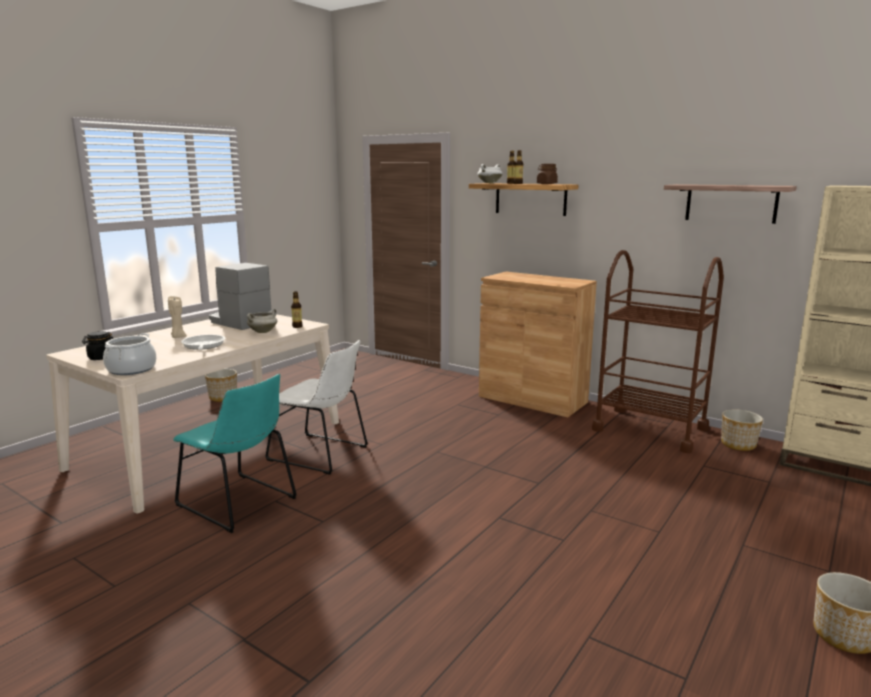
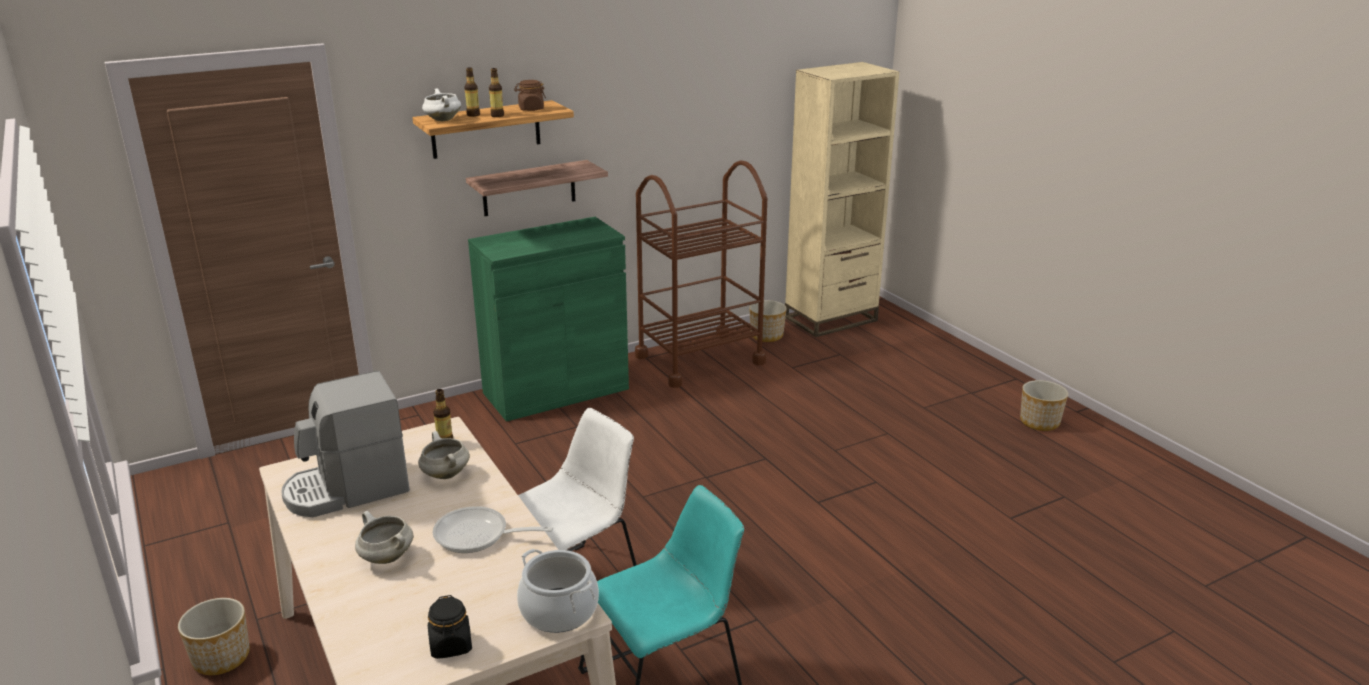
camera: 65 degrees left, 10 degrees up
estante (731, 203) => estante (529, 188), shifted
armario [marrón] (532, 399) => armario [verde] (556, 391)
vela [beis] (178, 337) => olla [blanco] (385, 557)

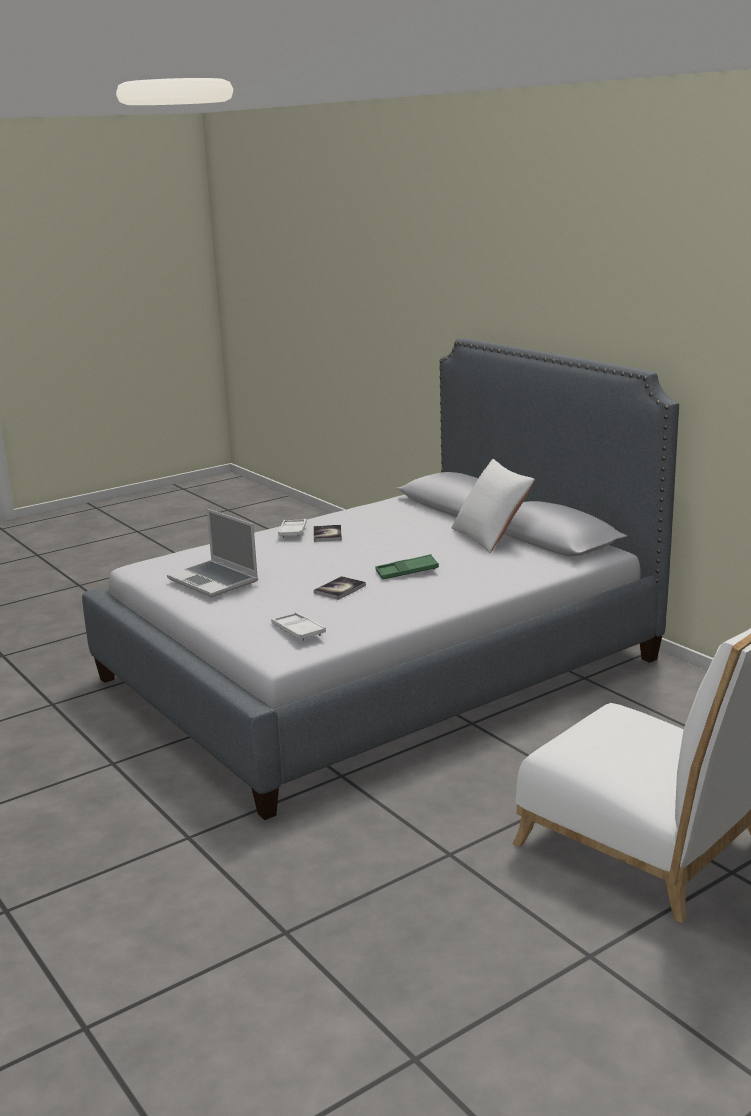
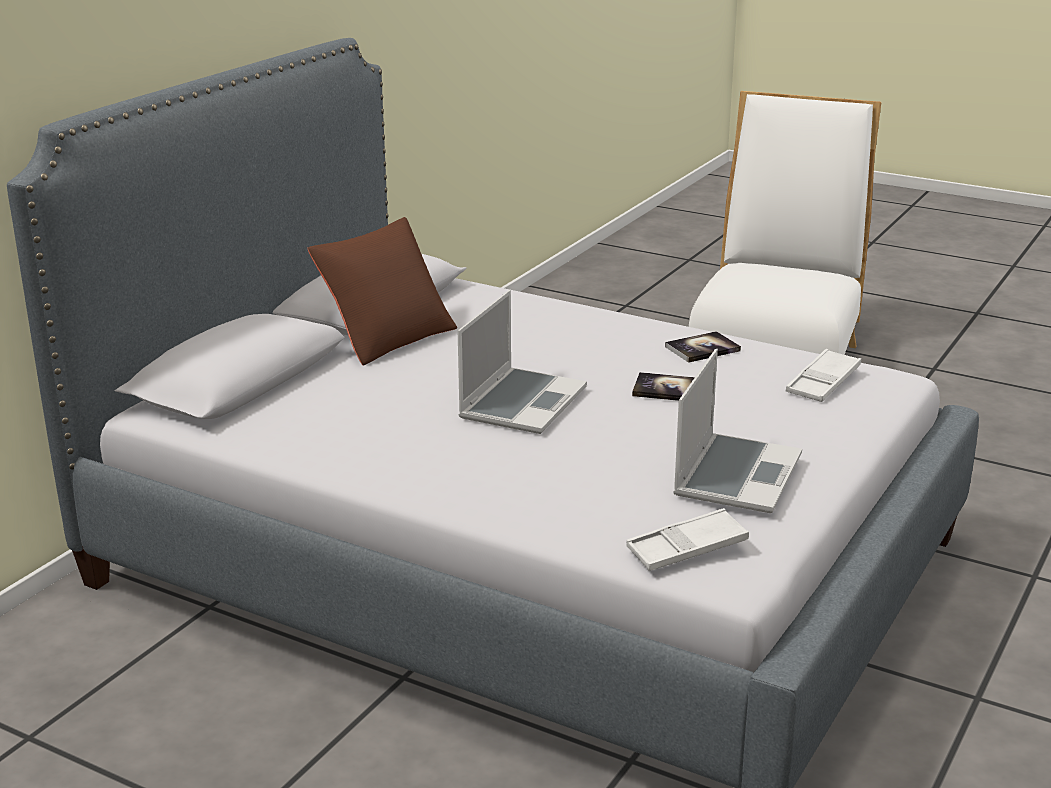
camera: 115 degrees left, 5 degrees up
cojín [blanco] (491, 536) => cojín [marrón] (386, 337)
bandeja [blanco] (292, 532) => bandeja [blanco] (687, 548), shifted
libro (327, 534) => libro (702, 349), shifted
bandeja [verde] (407, 572) => nothing
nothing => portátil (522, 403)

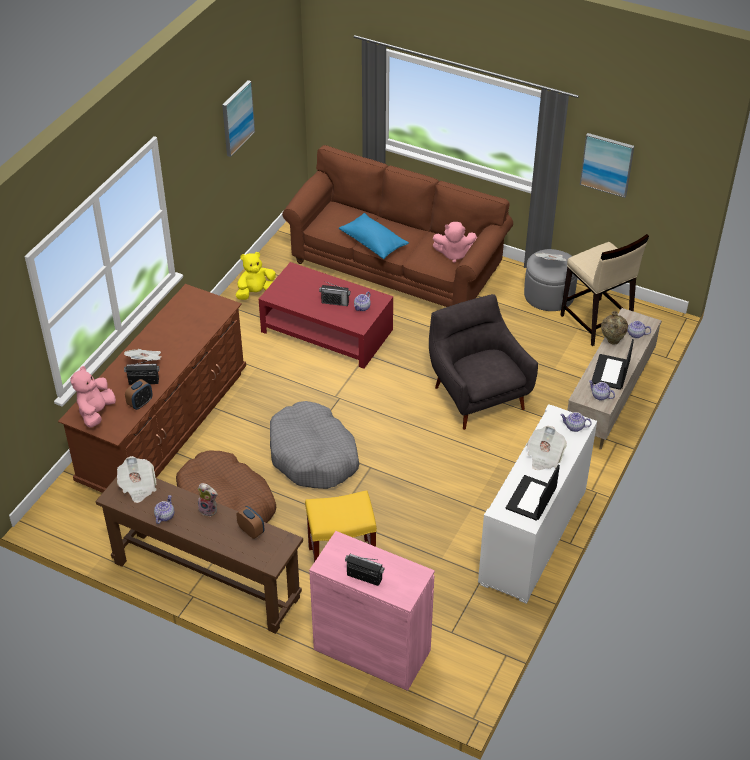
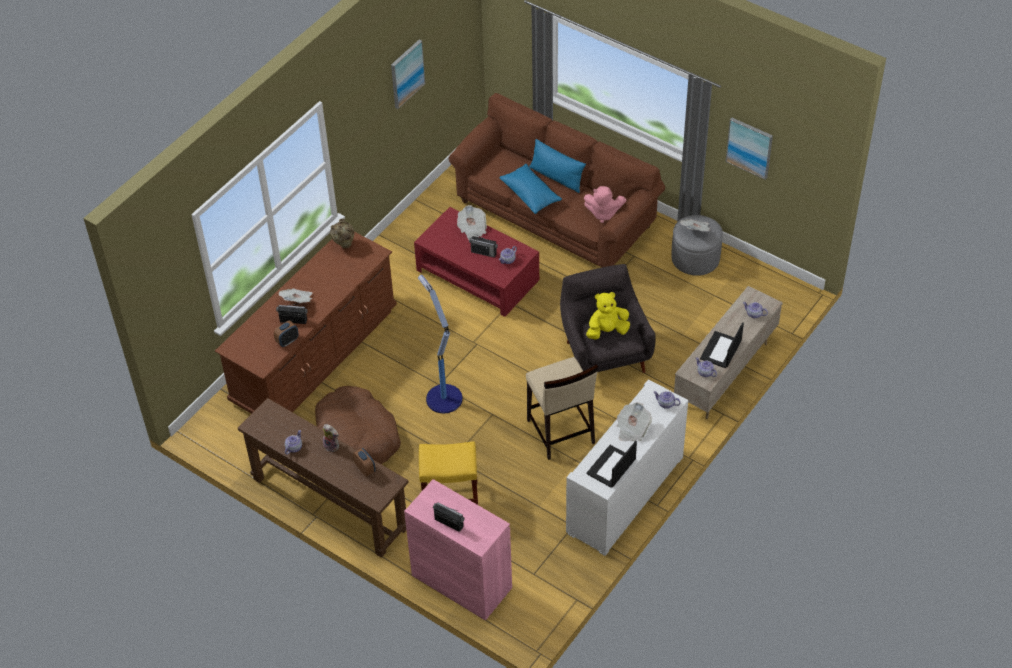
camera: 10 degrees right, 5 degrees up
taburete [beis] (596, 322) => taburete [beis] (560, 432), shifted
peluche [amarillo] (256, 293) => peluche [amarillo] (607, 331), shifted
florero [beis] (612, 341) => florero [beis] (344, 245), shifted
peluche [rosa] (96, 412) => nothing
cama para perro [gris] (313, 455) => lámpara de pie (443, 397)
periódico (138, 487) => periódico (472, 229), shifted
nothing => cojín [azul] (556, 177)

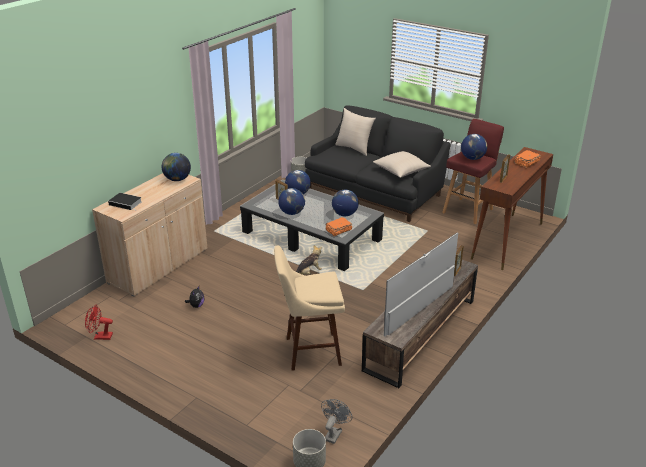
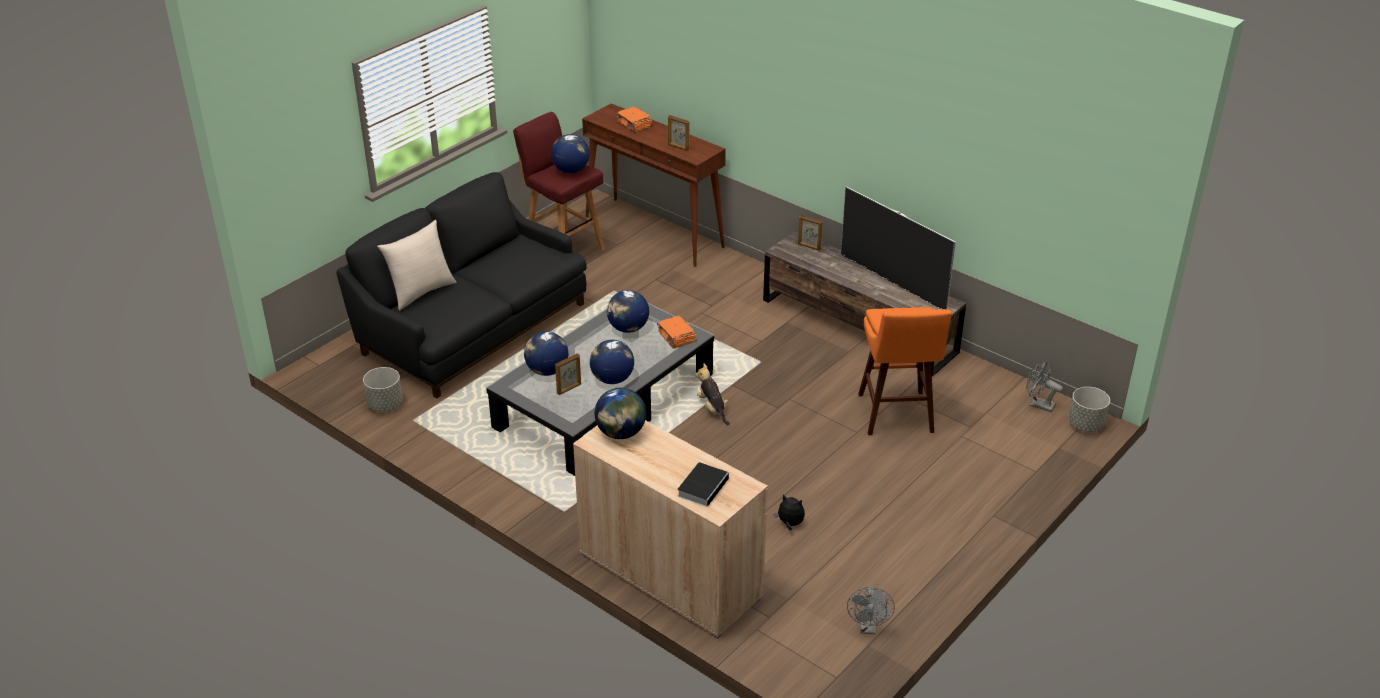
camera: 85 degrees left, 5 degrees up
cojín [beis] (401, 171) => nothing
taburete [beis] (309, 351) => taburete [naranja] (896, 416)
ventilador [rojo] (100, 337) => ventilador [gris] (868, 628)

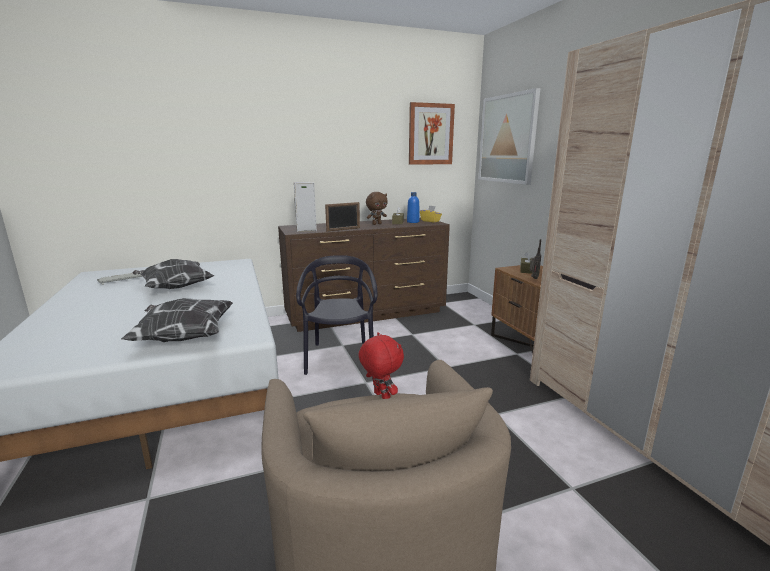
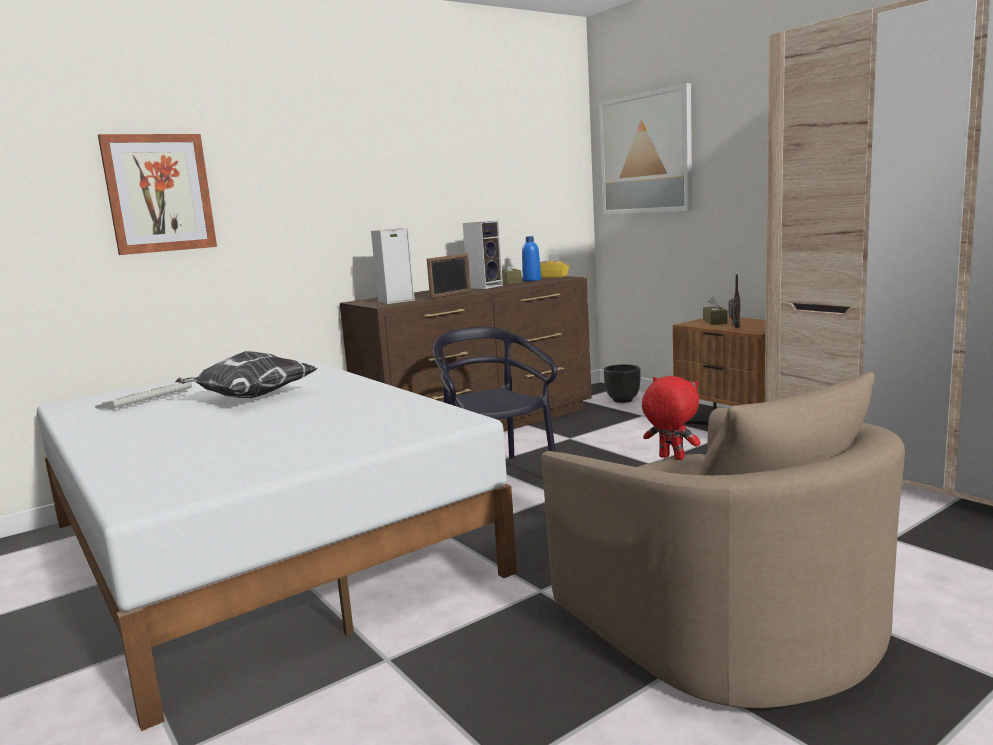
camera: 15 degrees left, 5 degrees down
cuadro (430, 134) => cuadro (159, 193), shifted
peluche [marrón] (376, 224) => altavoz (485, 286)
cojín (184, 337) => nothing
nothing => maceta [negro] (623, 400)

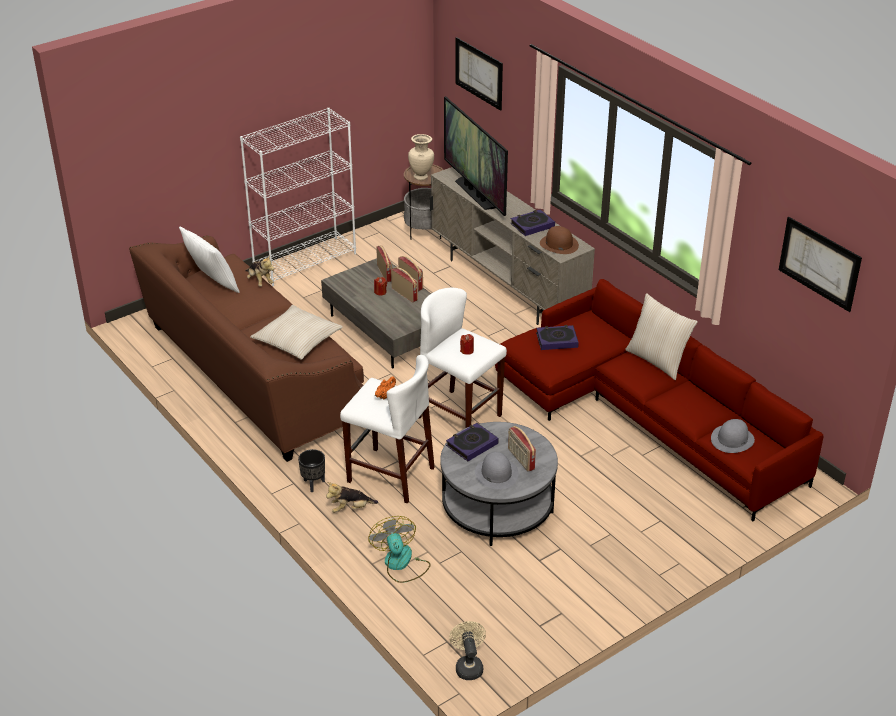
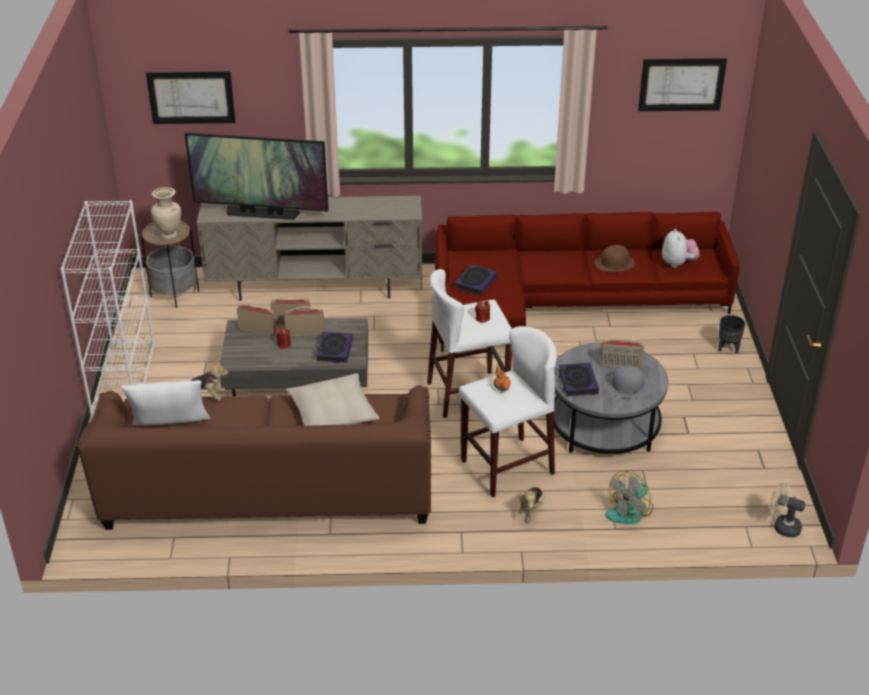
camera: 55 degrees left, 0 degrees up
libro (532, 225) => libro (334, 350), shifted
sombrero [marrón] (558, 244) => sombrero [marrón] (614, 263), shifted
cojín [beis] (657, 360) => nothing
sombrero [gris] (732, 439) => peluche (678, 263)
maceta [negro] (313, 484) => maceta [negro] (728, 349), shifted
ventilador (401, 564) => ventilador (630, 511), 60 degrees counterclockwise

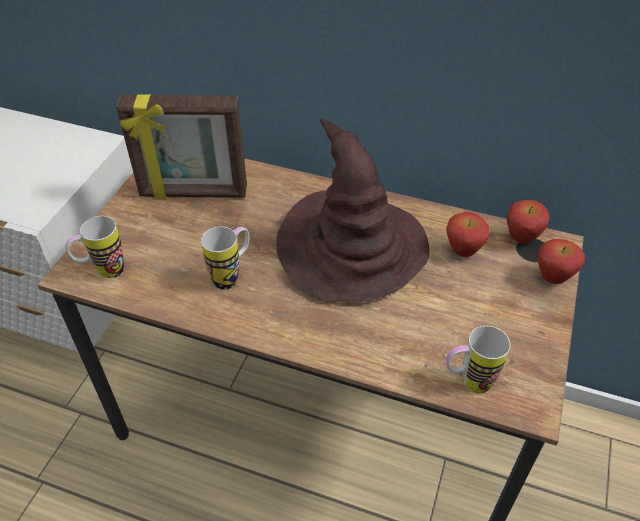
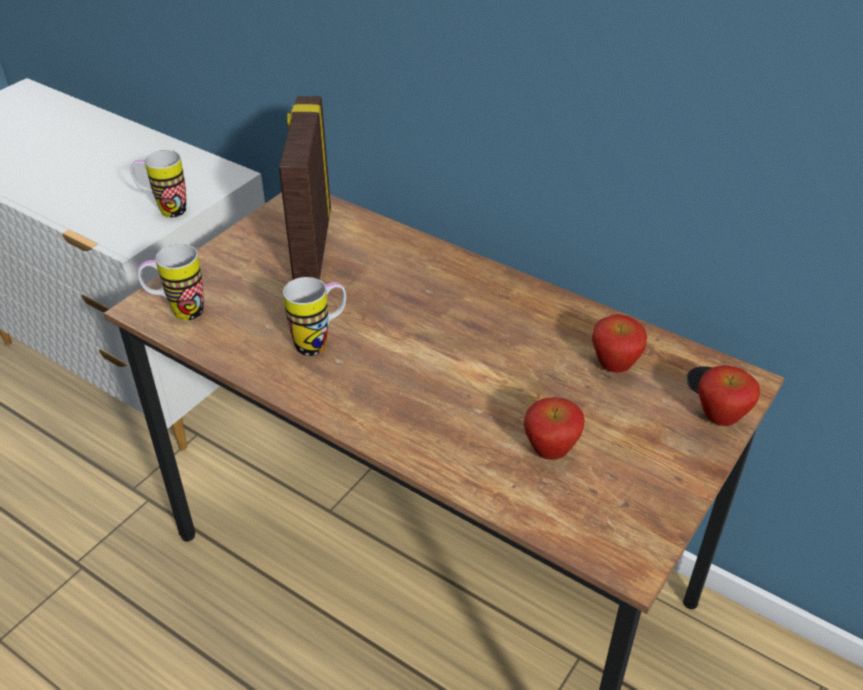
camera: 15 degrees right, 5 degrees down
portarretratos (193, 193) => portarretratos (311, 246), 75 degrees clockwise
sombrero [marrón] (351, 248) => nothing
manzana (521, 238) => manzana (550, 452), shifted
taza grande (467, 383) => taza grande (165, 210), shifted

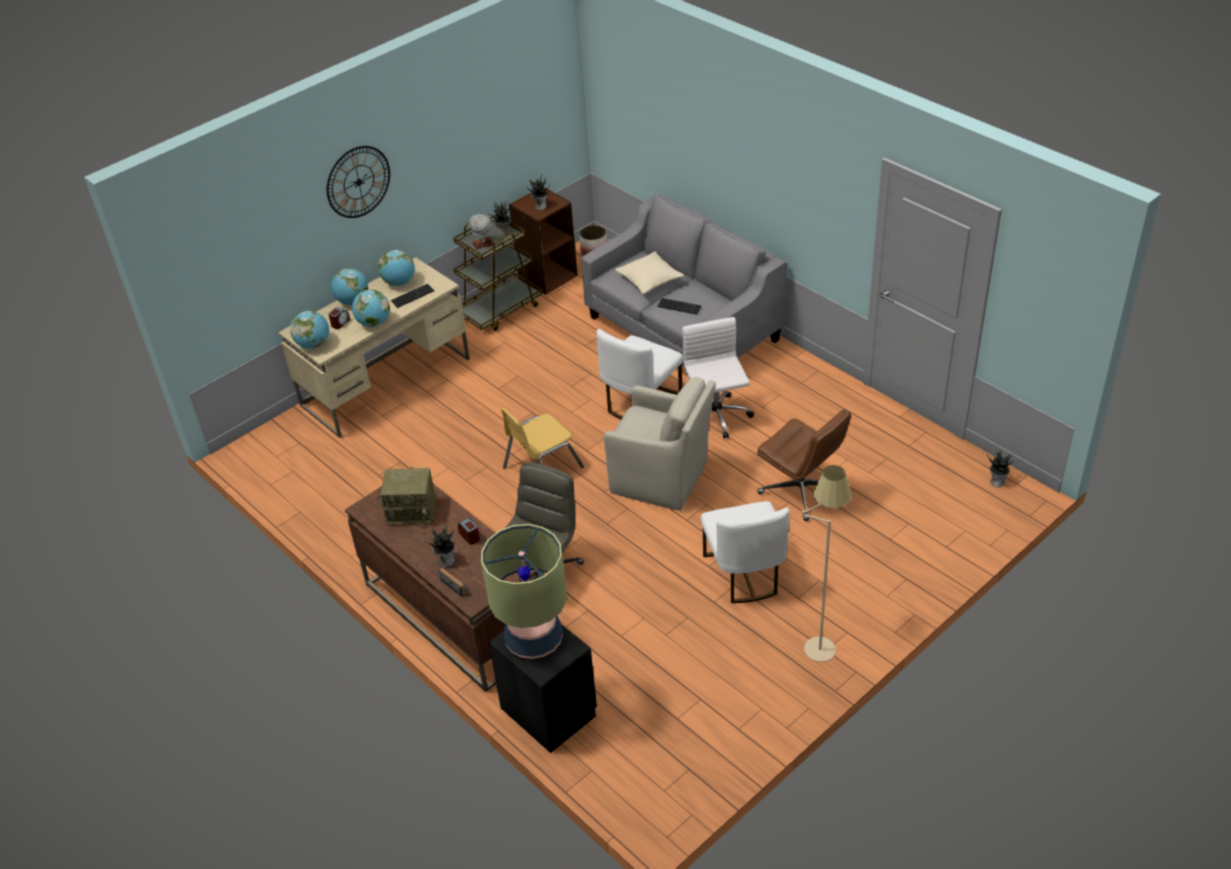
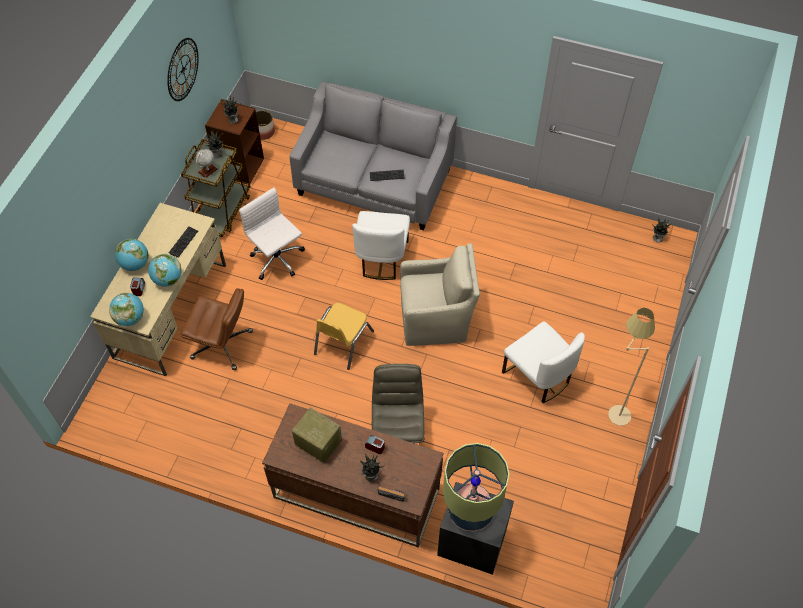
camera: 30 degrees left, 15 degrees up
reloj de pared (358, 182) => reloj de pared (183, 69), shifted
globo terráqueo (399, 282) => nothing
cojín [beis] (649, 280) => nothing
silla de oficina [blanco] (716, 418) => silla de oficina [blanco] (277, 260), shifted
silla de oficina [marrón] (802, 491) => silla de oficina [marrón] (223, 345), shifted
radio (413, 511) => radio (317, 443), 120 degrees counterclockwise

